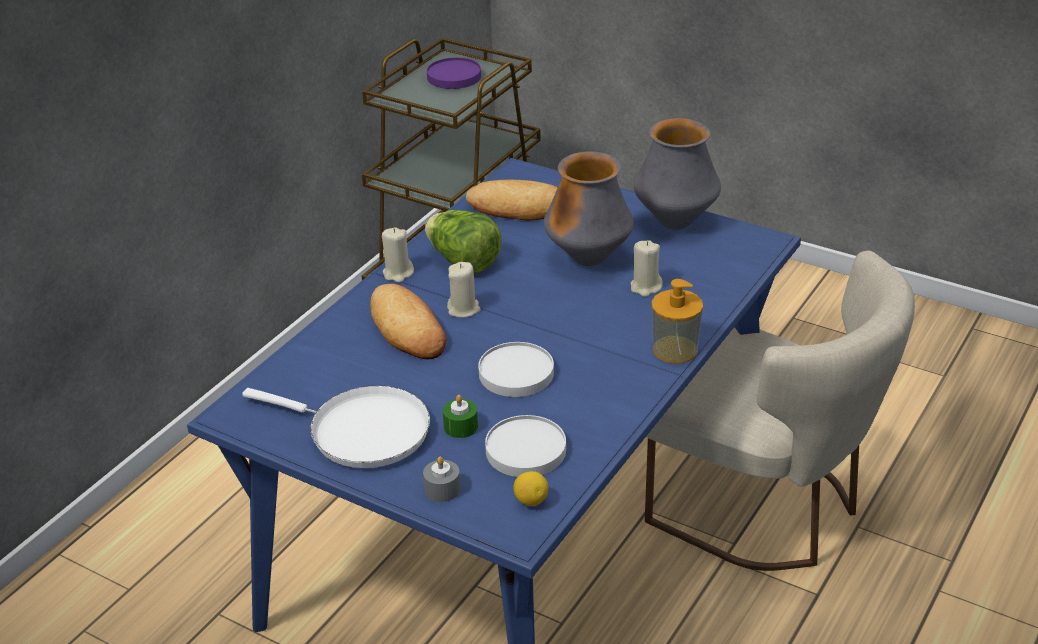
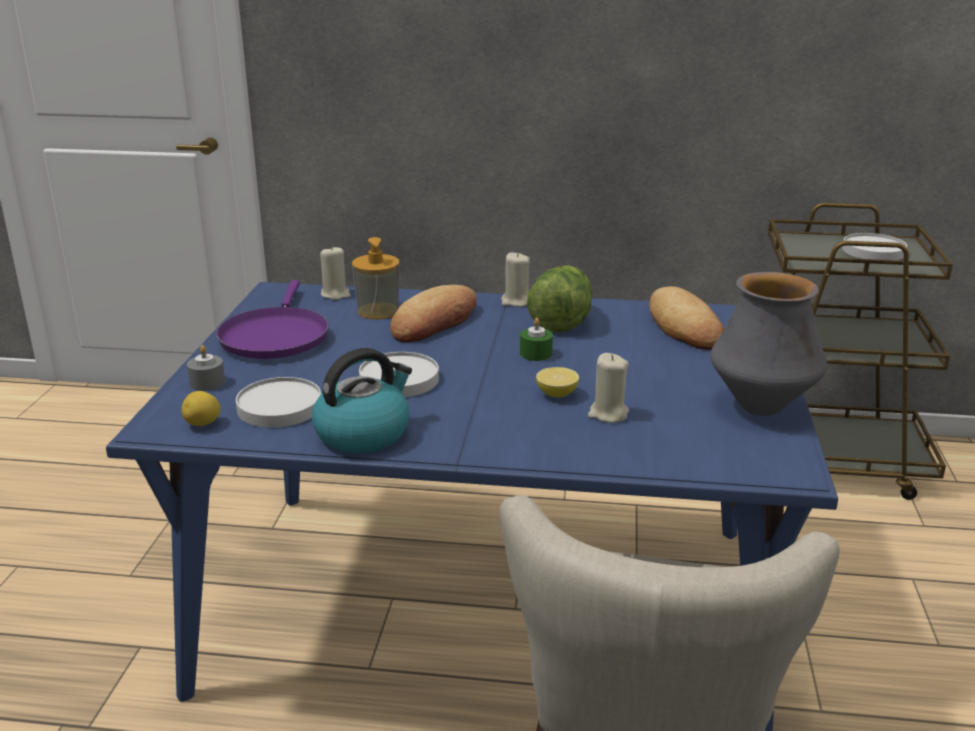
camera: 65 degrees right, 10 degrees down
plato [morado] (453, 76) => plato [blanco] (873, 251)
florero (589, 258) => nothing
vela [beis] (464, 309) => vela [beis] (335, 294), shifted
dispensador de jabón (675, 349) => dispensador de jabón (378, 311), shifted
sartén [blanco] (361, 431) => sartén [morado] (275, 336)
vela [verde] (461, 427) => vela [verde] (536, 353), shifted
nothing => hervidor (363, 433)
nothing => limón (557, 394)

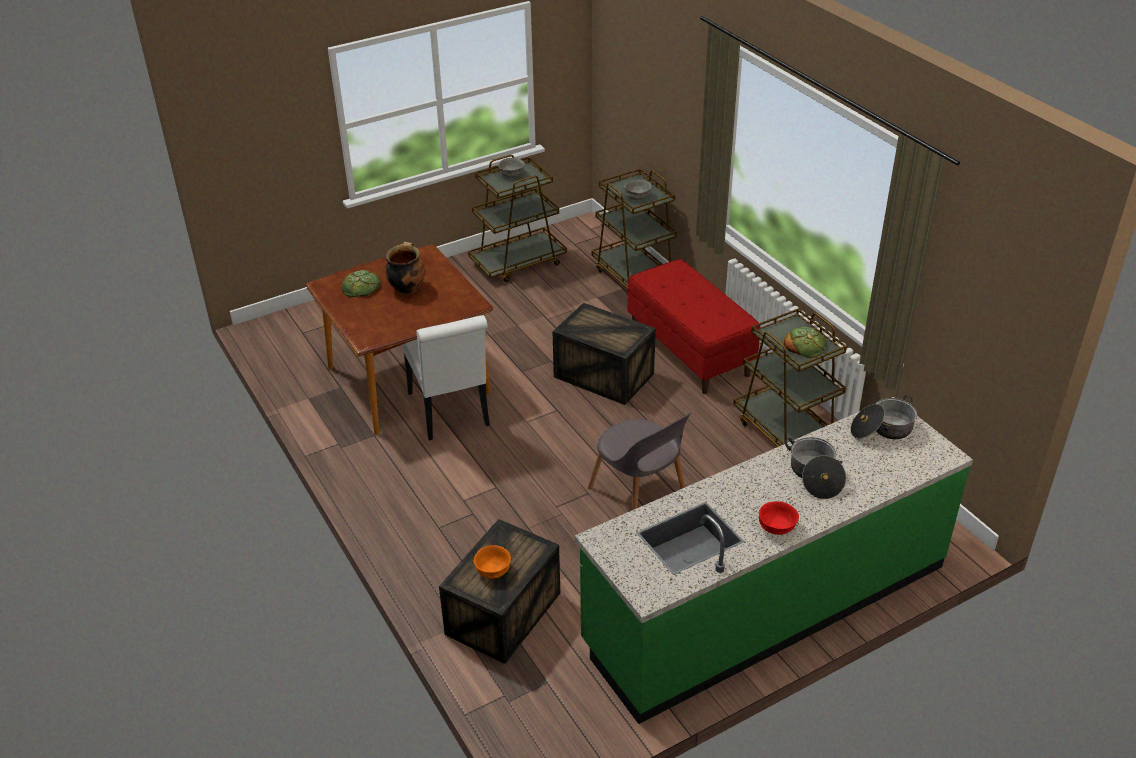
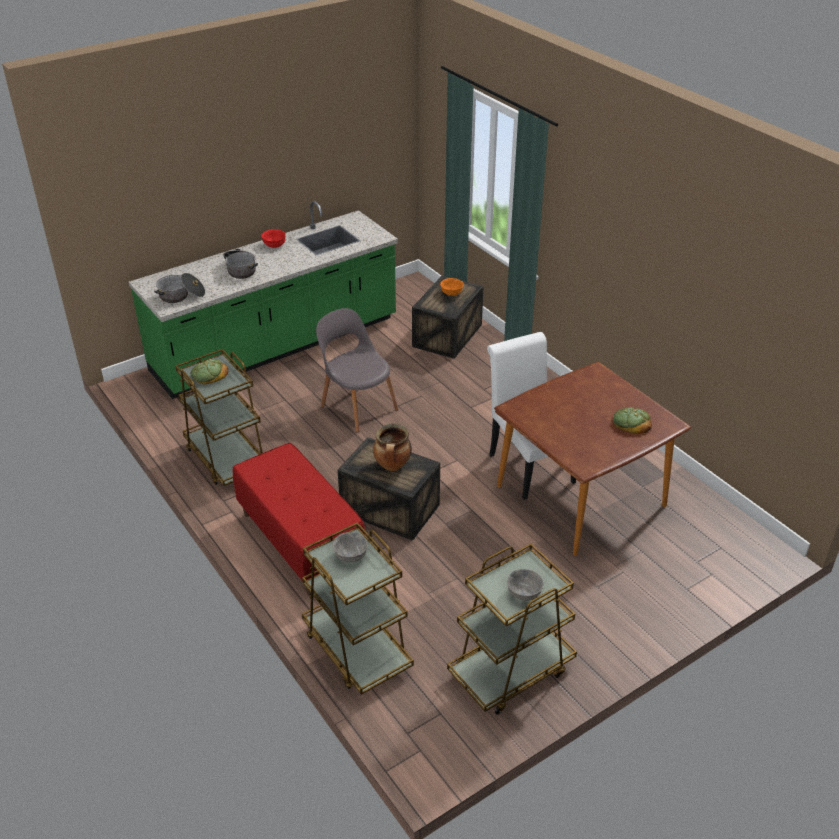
camera: 175 degrees right, 0 degrees up
olla (407, 288) => olla (392, 466), shifted

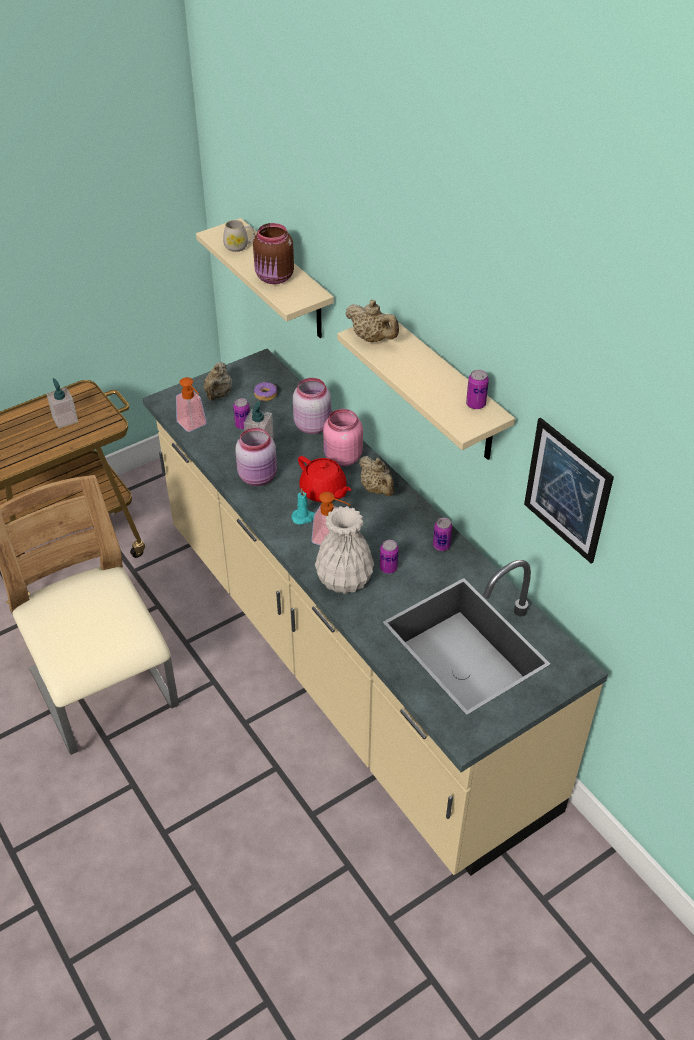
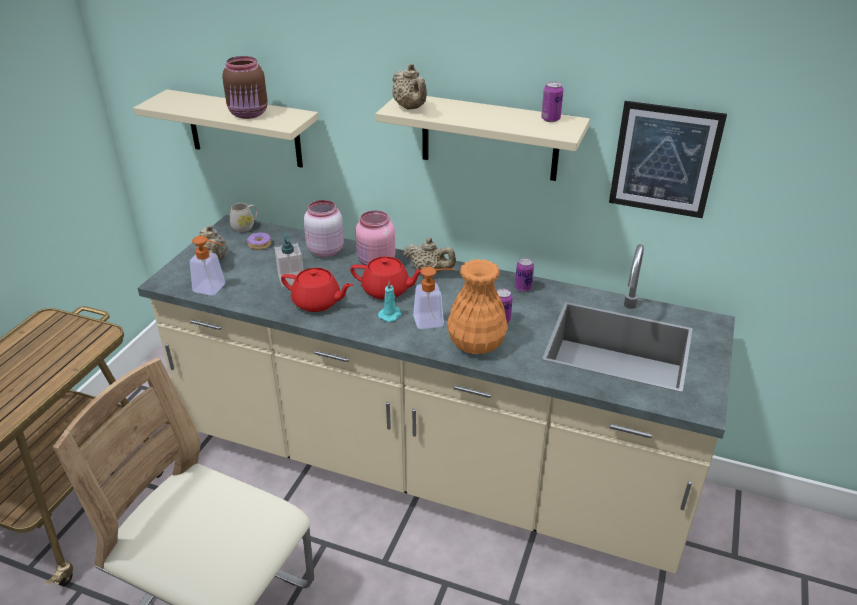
camera: 35 degrees left, 10 degrees down
taza grande [blanco] (239, 247) => taza grande [blanco] (245, 226), shifted
tetera [beis] (372, 339) => tetera [beis] (411, 108), 60 degrees clockwise
dispensador de jabón (65, 419) => nothing
lata (243, 425) => nothing
tarro [rosa] (259, 477) => tetera [rojo] (317, 302)
florero [blanco] (344, 579) => florero [naranja] (475, 343)

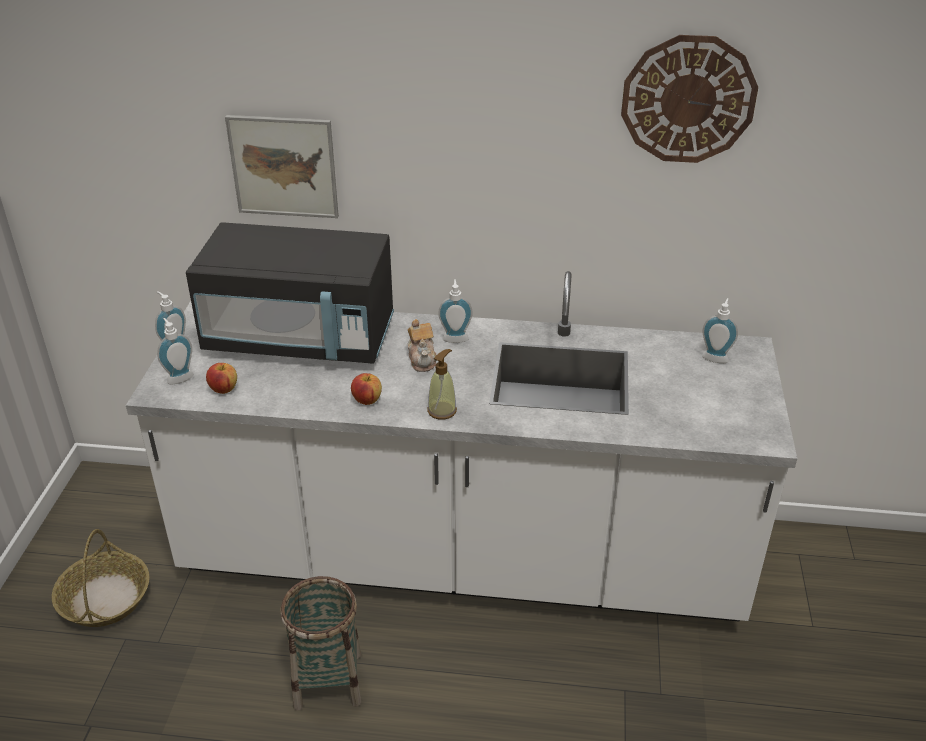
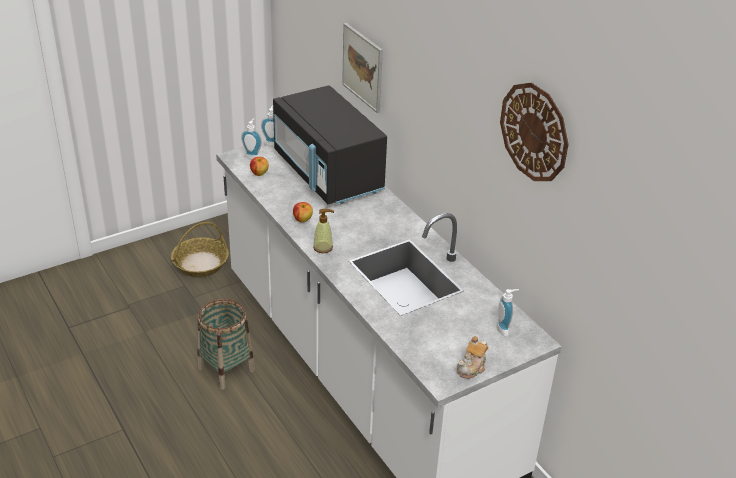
camera: 50 degrees right, 0 degrees up
dispensador de jabón (455, 337) => nothing
tetera (422, 359) => tetera (472, 368), shifted

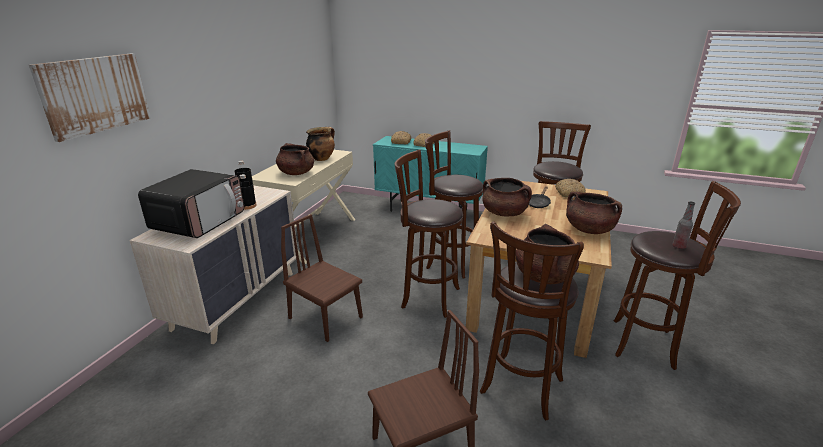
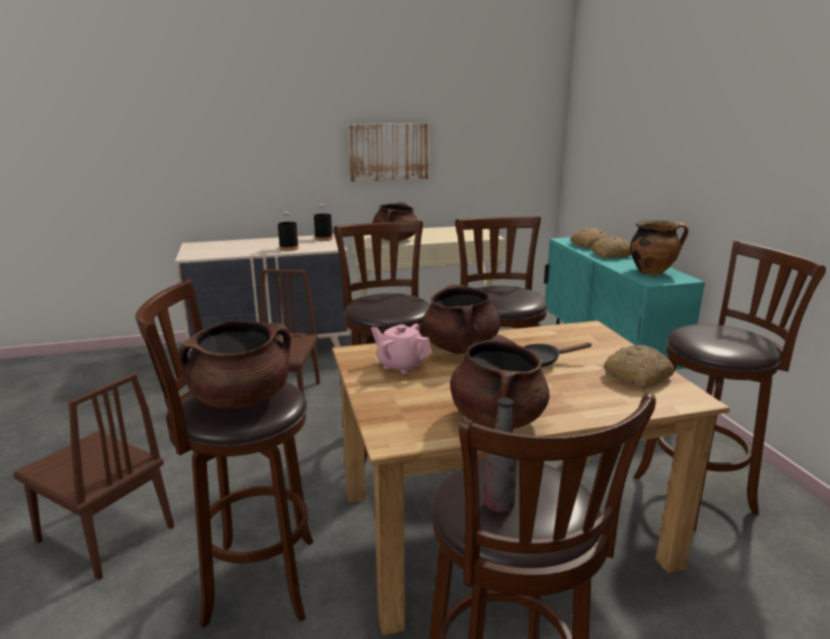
camera: 55 degrees right, 5 degrees down
cuadro (95, 94) => cuadro (389, 152), shifted
olla (322, 158) => olla (652, 271), shifted
microondas (199, 221) => nothing
nothing => tetera [rosa] (401, 365)

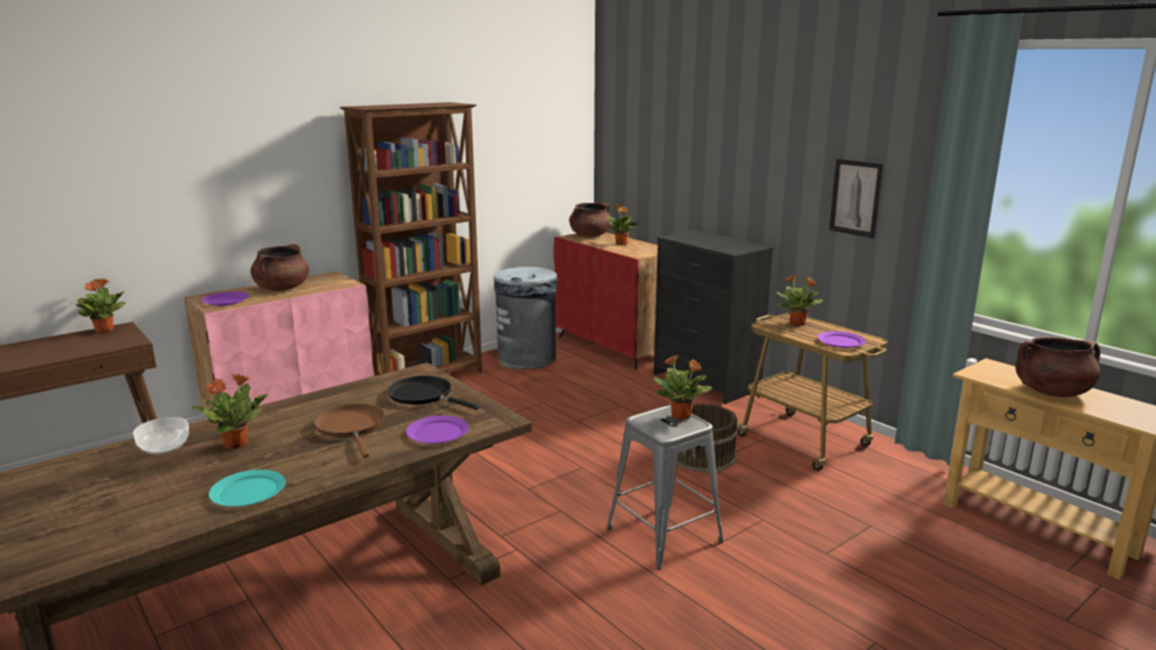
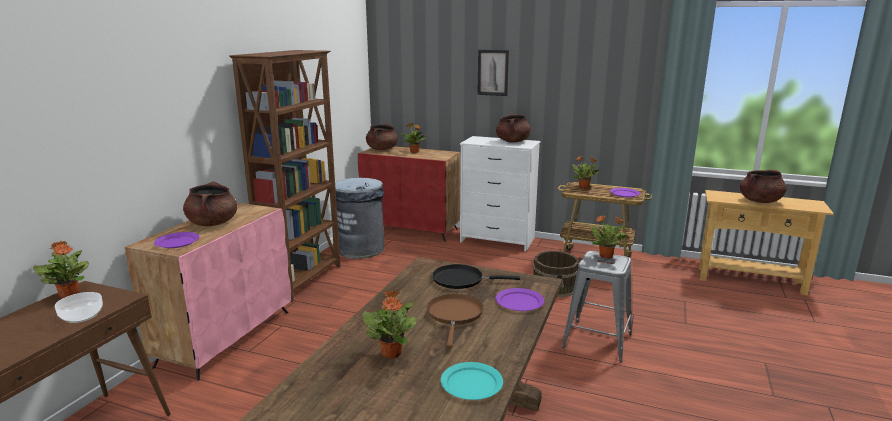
camera: 30 degrees left, 0 degrees up
cuadro (855, 197) => cuadro (493, 72), shifted
cómoda [negro] (705, 382) => cómoda [blanco] (497, 240)
sartén [marrón] (351, 427) => sartén [marrón] (454, 315), 60 degrees clockwise
cuenco (164, 446) => cuenco (81, 316), shifted
nothing => olla [marrón] (512, 141)

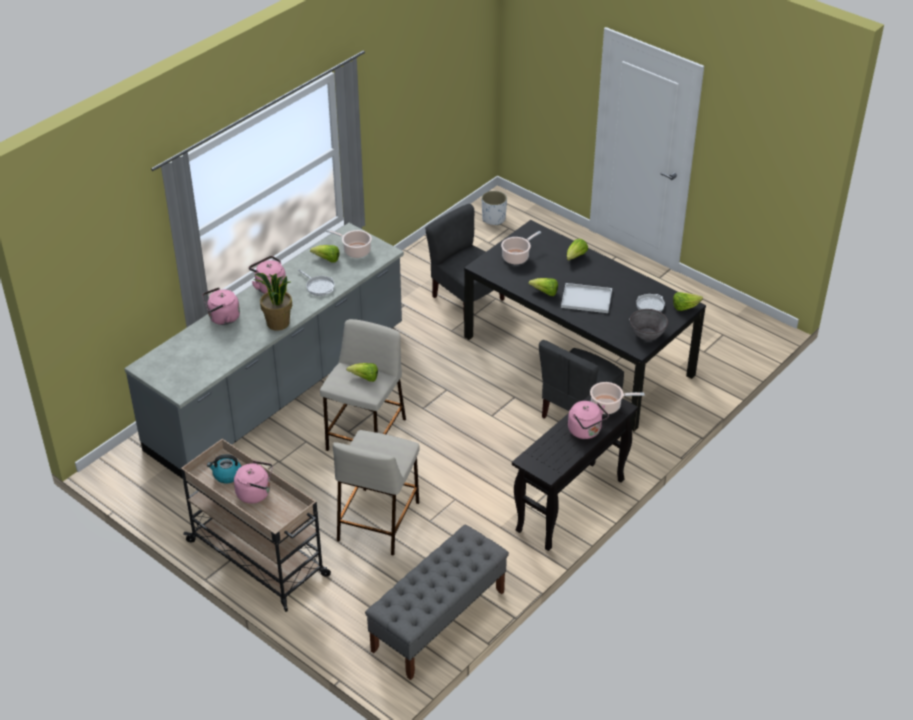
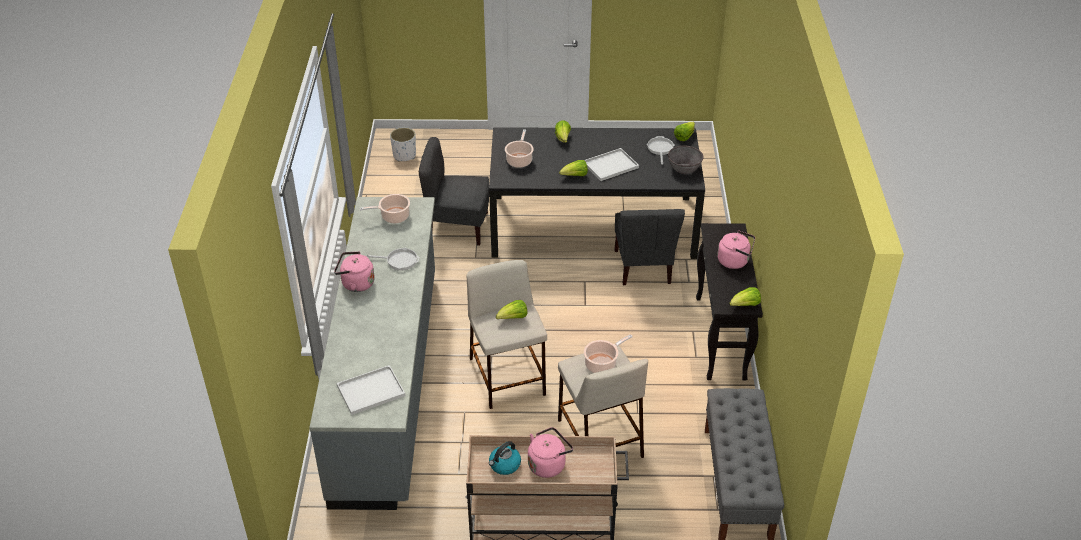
camera: 40 degrees left, 0 degrees up
lechuga (327, 259) => lechuga (745, 305), shifted
planta en maceta (278, 324) => nothing
hervidor [rosa] (222, 318) => nothing
olla (608, 406) => olla (602, 364), shifted
nothing => bandeja [blanco] (370, 391)

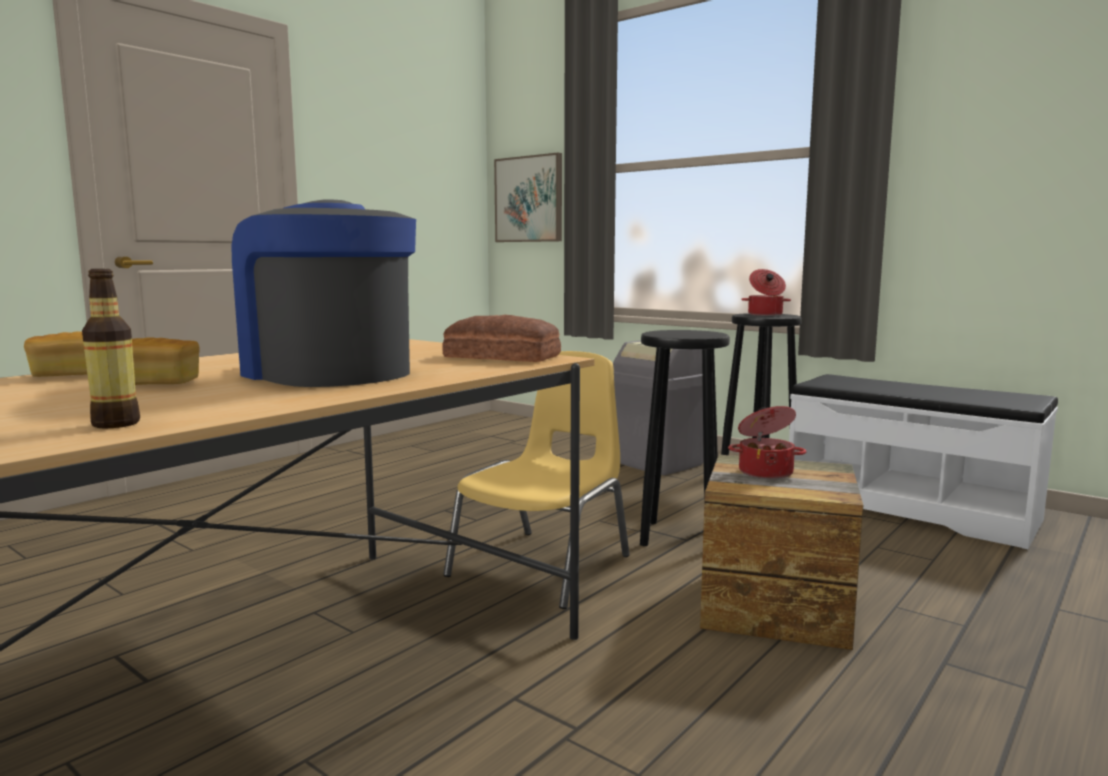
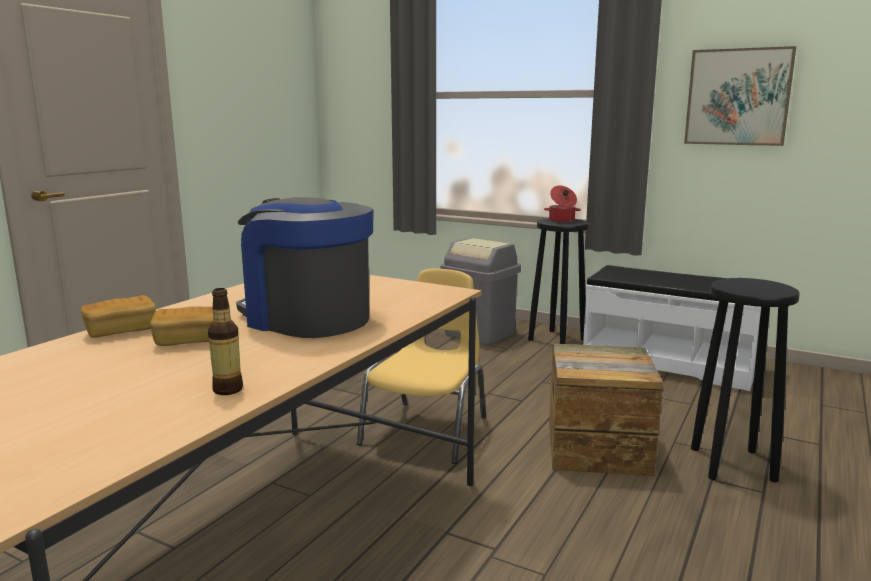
camera: 10 degrees left, 5 degrees up
cuadro (529, 199) => cuadro (738, 97), shifted
pan (502, 357) => nothing
taburete [negro] (679, 536) => taburete [negro] (732, 465), shifted
olla (765, 472) => nothing

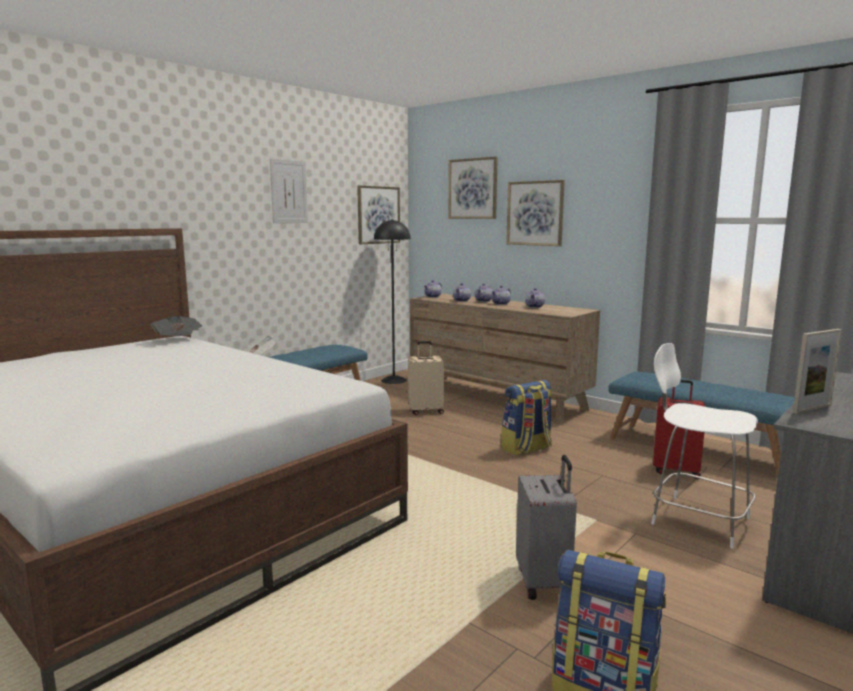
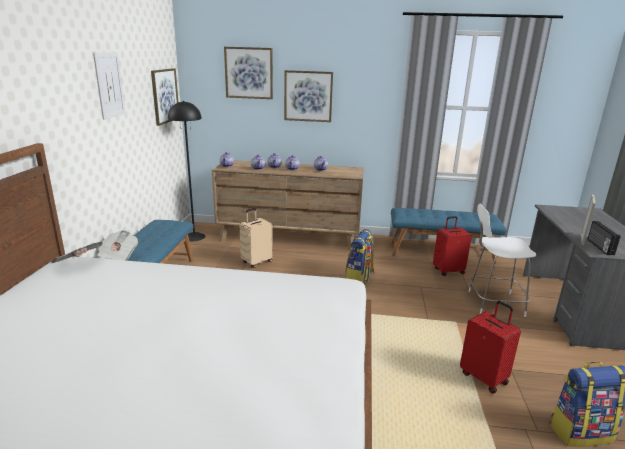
camera: 35 degrees left, 10 degrees up
maleta [gris] (544, 582) => maleta [rojo] (484, 377)
nothing => radio (599, 247)

